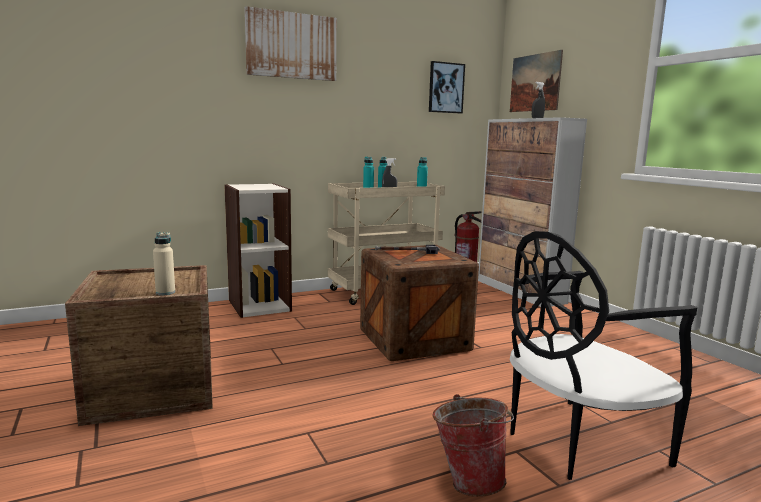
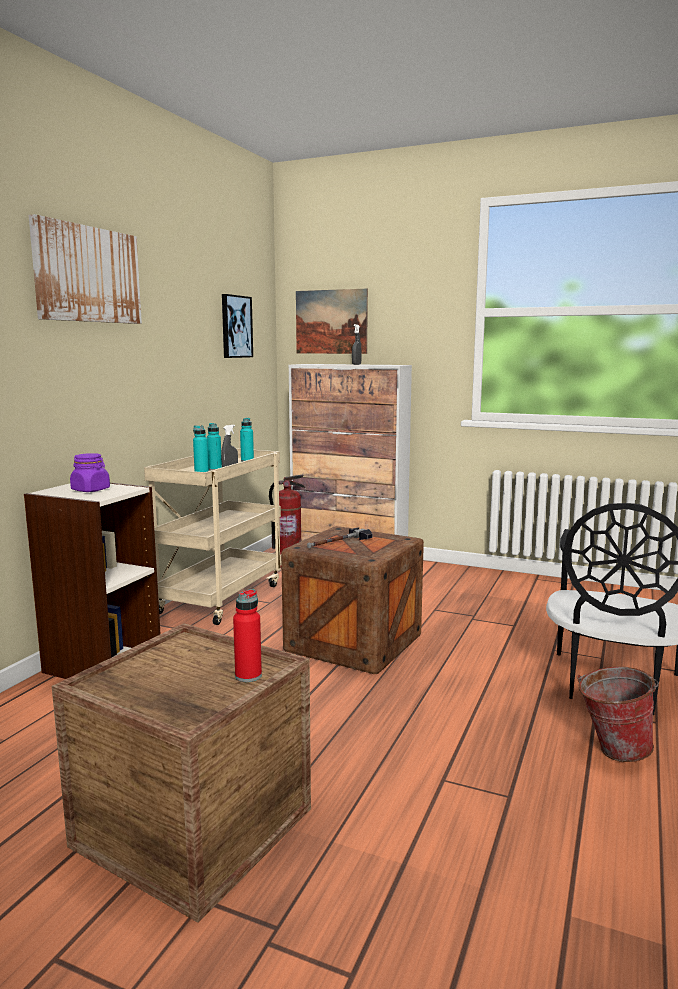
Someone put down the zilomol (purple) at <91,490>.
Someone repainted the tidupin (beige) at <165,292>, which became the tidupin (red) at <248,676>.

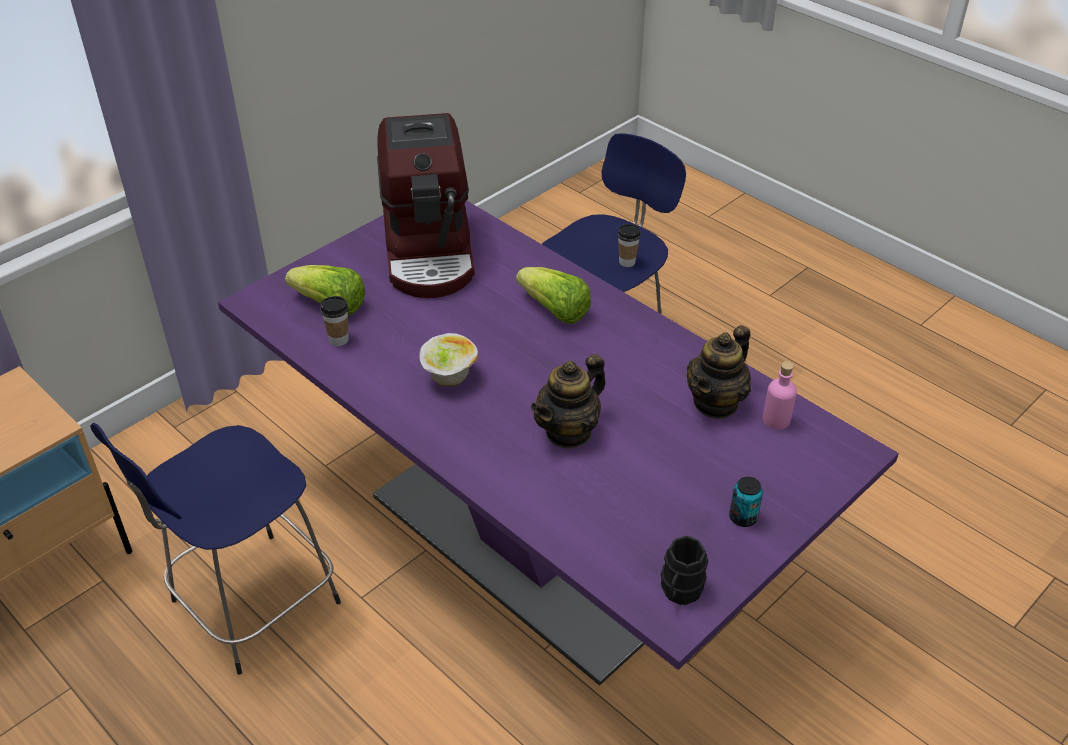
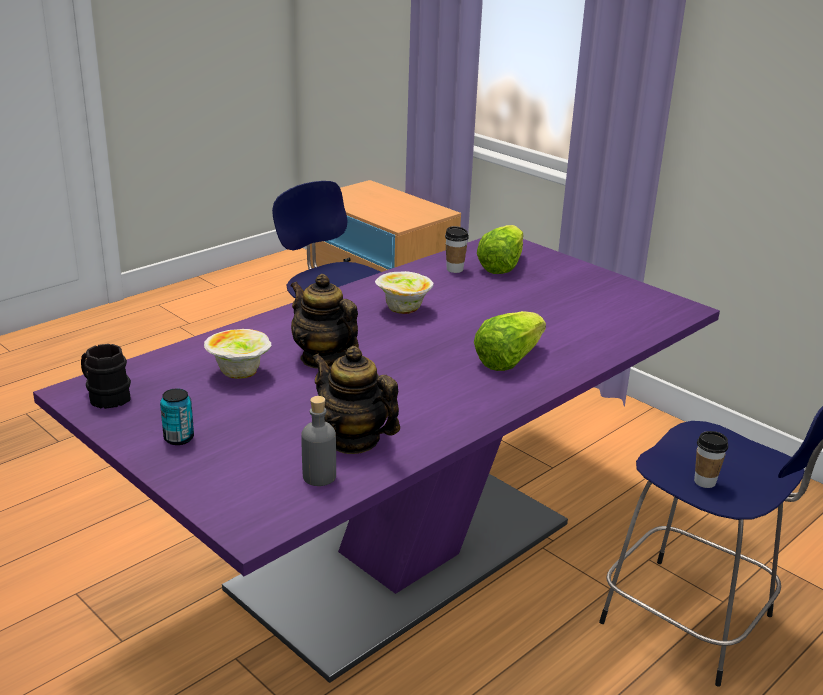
Someone took away the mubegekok at <430,253>.
Someone put down the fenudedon at <239,374>.
Someone repainted the tidupin (pink) at <776,420>, which became the tidupin (grey) at <319,476>.

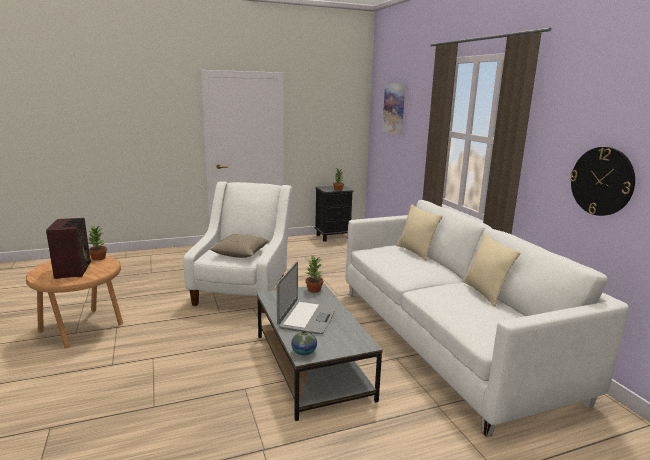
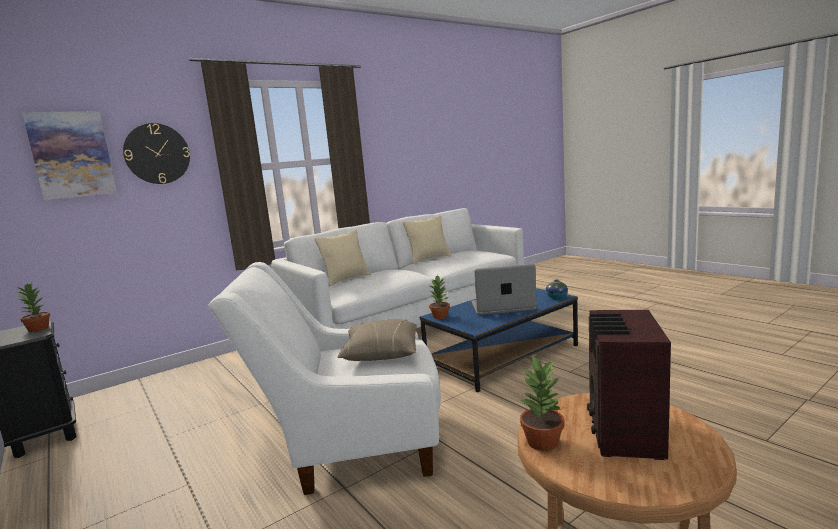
Someone carried the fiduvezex from <602,181> to <157,154>.
Someone repainted the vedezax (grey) at <312,366>, which became the vedezax (blue) at <503,355>.
Someone rotated the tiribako at <74,270> by 45 degrees counterclockwise.

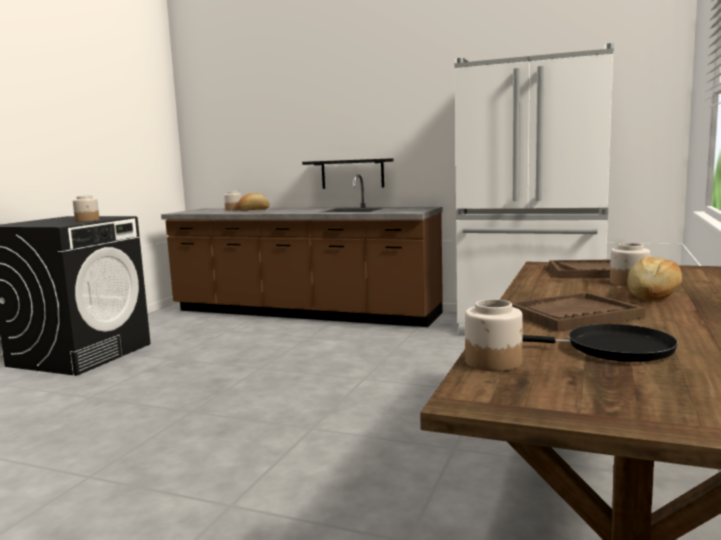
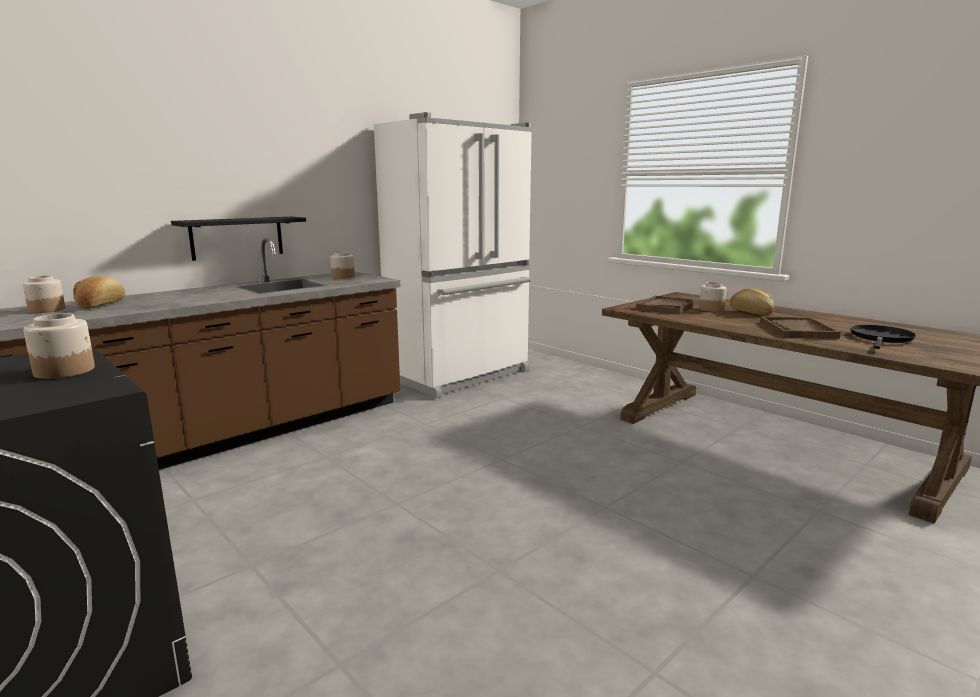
Someone carried the zilomol from <494,362> to <343,276>.

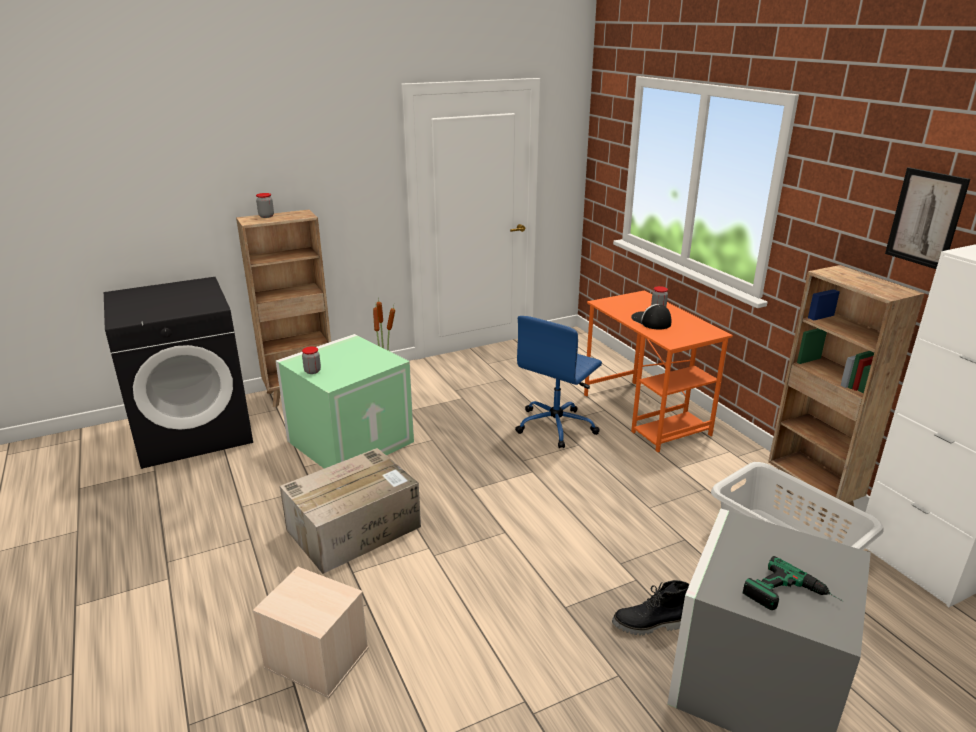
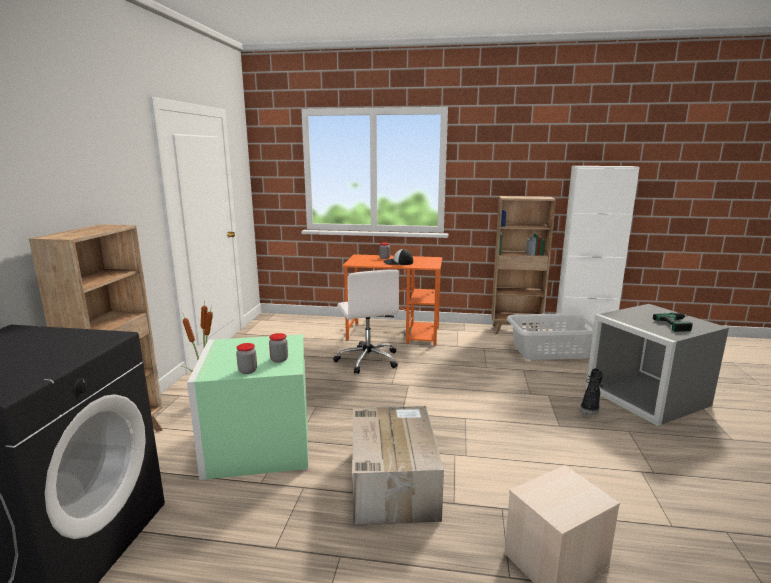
Someone took away the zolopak at <925,218>.
Someone carried the zilomol from <266,216> to <279,359>.
Someone repainted the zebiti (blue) at <556,426>, which became the zebiti (white) at <368,360>.

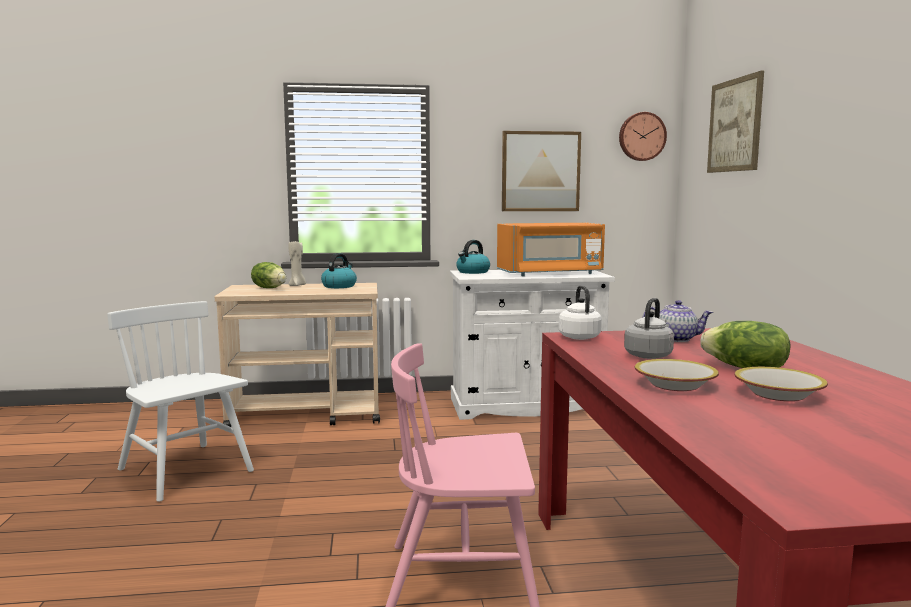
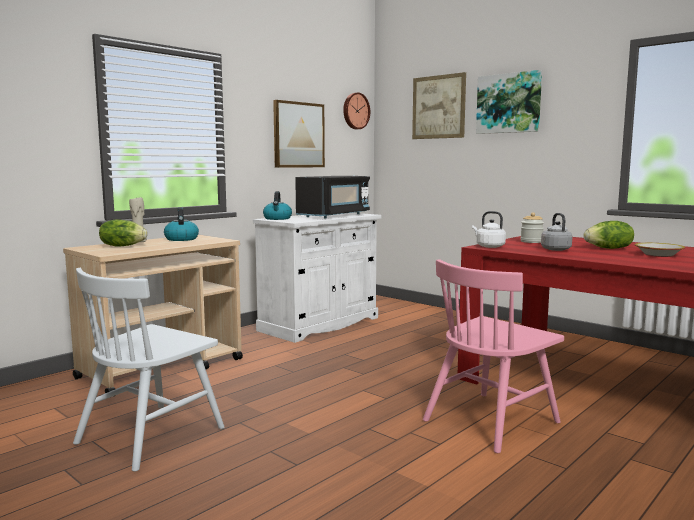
Someone took away the fenudedon at <675,385>.
Someone put up the zolopak at <509,103>.
Someone swapped the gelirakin at <676,339> for the zilomol at <531,241>.
Someone repainted the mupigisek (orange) at <550,273>, which became the mupigisek (black) at <334,215>.
Someone rotated the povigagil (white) at <185,471> by 60 degrees counterclockwise.

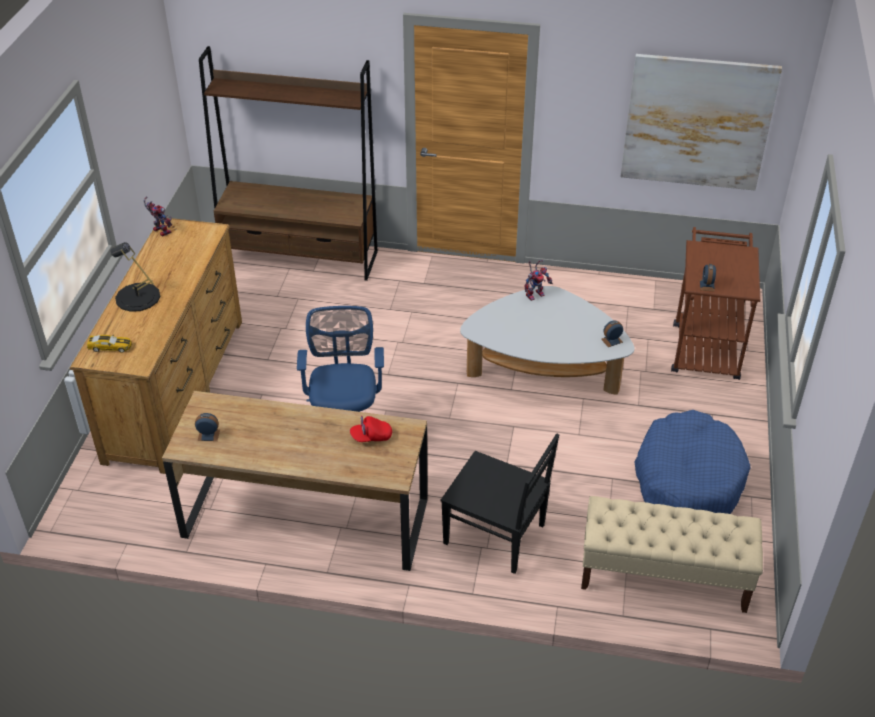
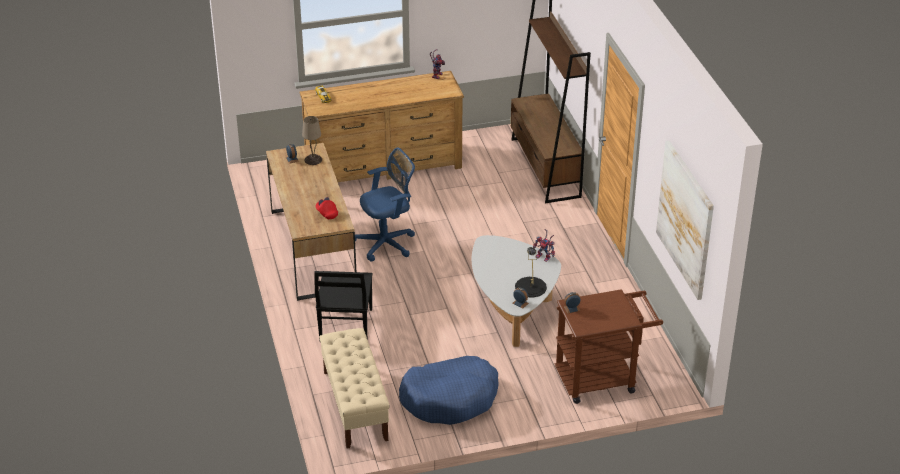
Someone put down the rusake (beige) at <313,160>.
Someone carried the rusake (black) from <137,297> to <530,287>.

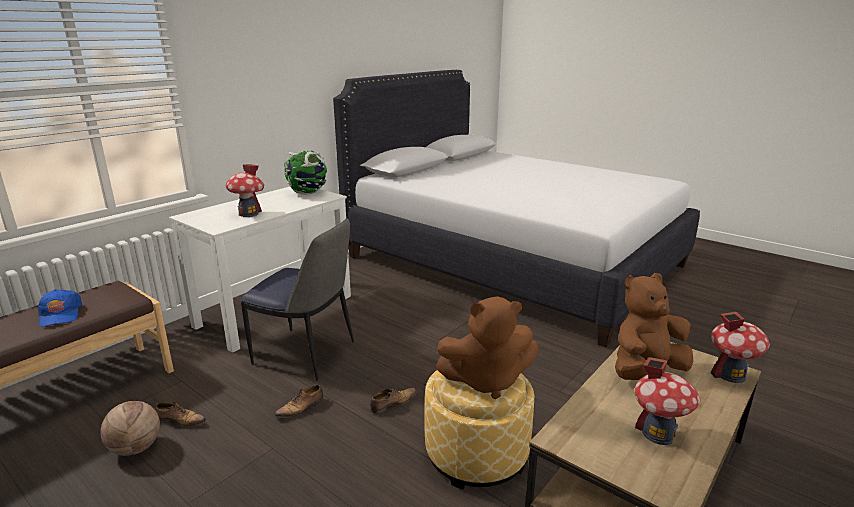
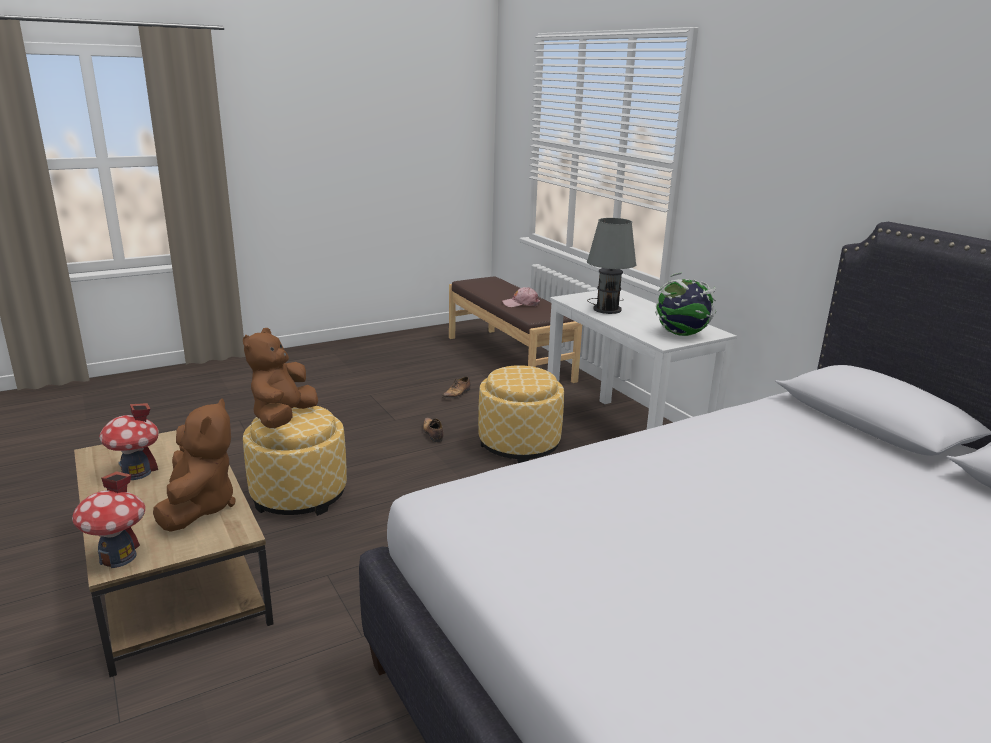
Someone took away the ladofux at <136,448>.
Someone took away the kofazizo at <392,403>.
Someone swapped the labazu at <248,214> for the rusake (grey) at <606,308>.
Someone swapped the povigagil at <307,354> for the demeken at <519,444>.
Someone repainted the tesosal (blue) at <60,314>, which became the tesosal (pink) at <521,303>.

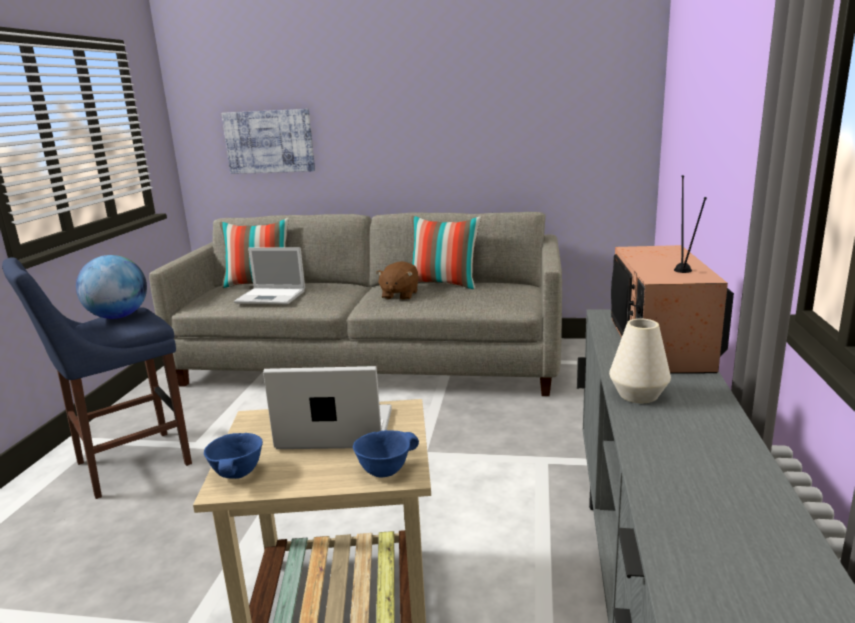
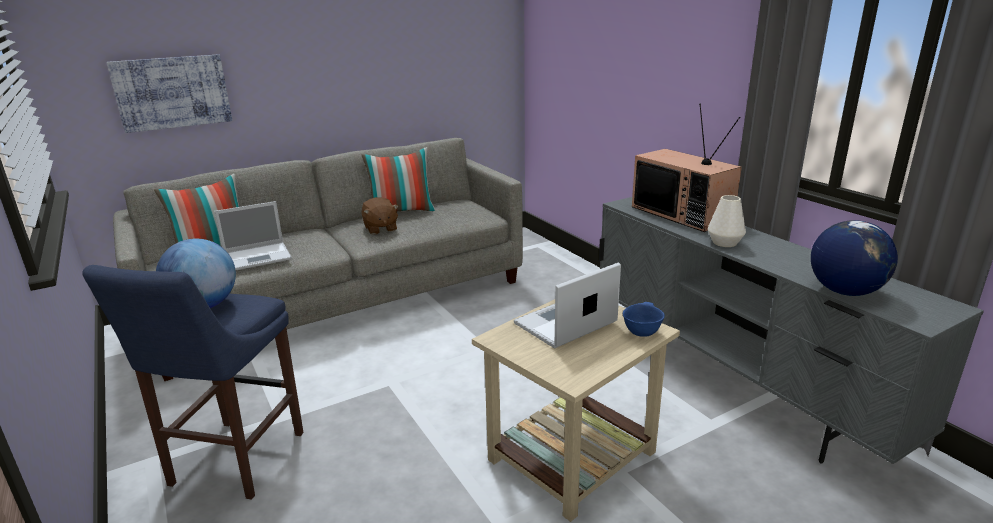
Someone took away the fenudedon (blue) at <238,474>.
Someone put down the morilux at <844,291>.

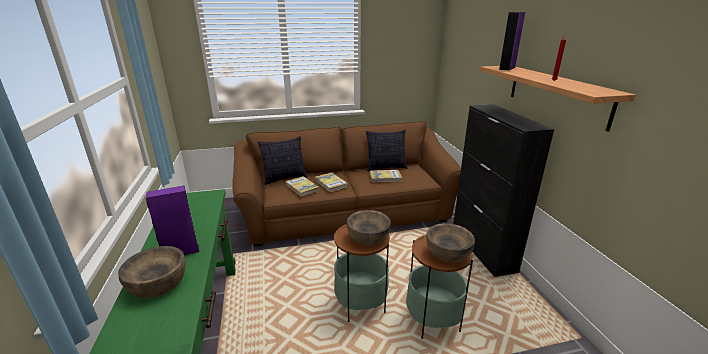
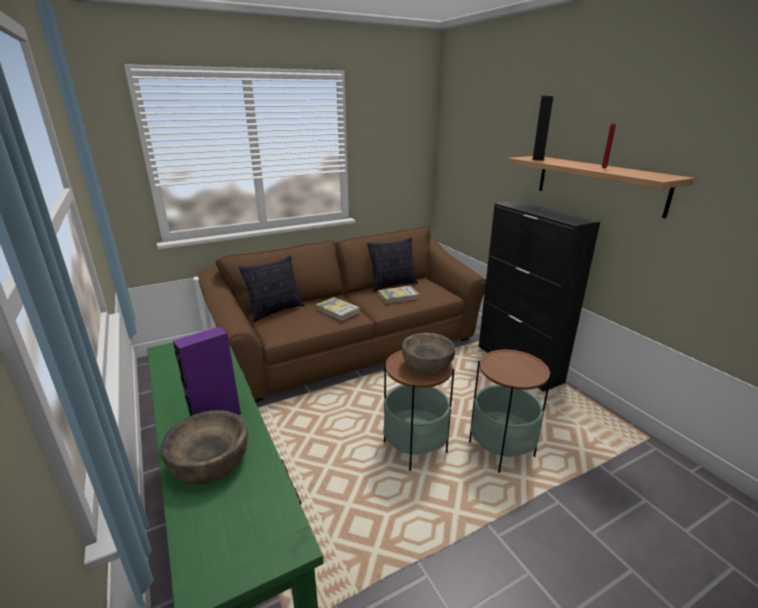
Someone took away the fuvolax at <302,187>.
Someone took away the fenudedon (brown) at <448,252>.

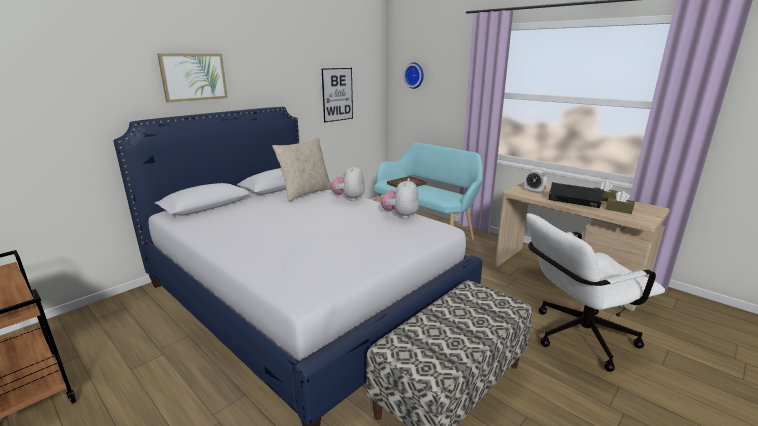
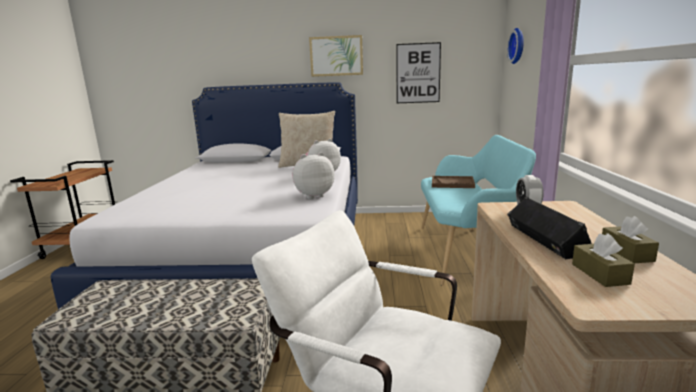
Someone carried the zolopak from <194,77> to <336,56>.

